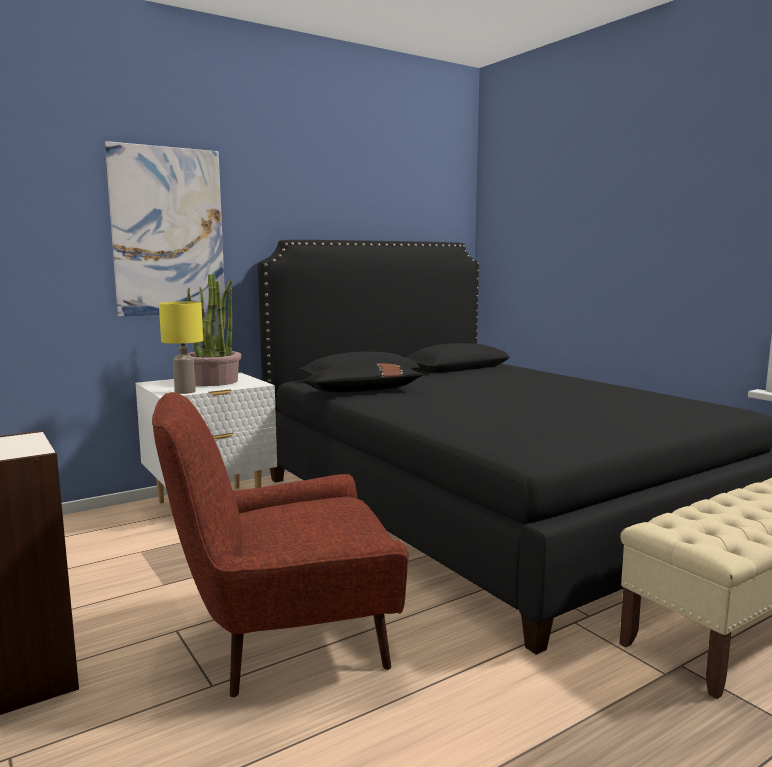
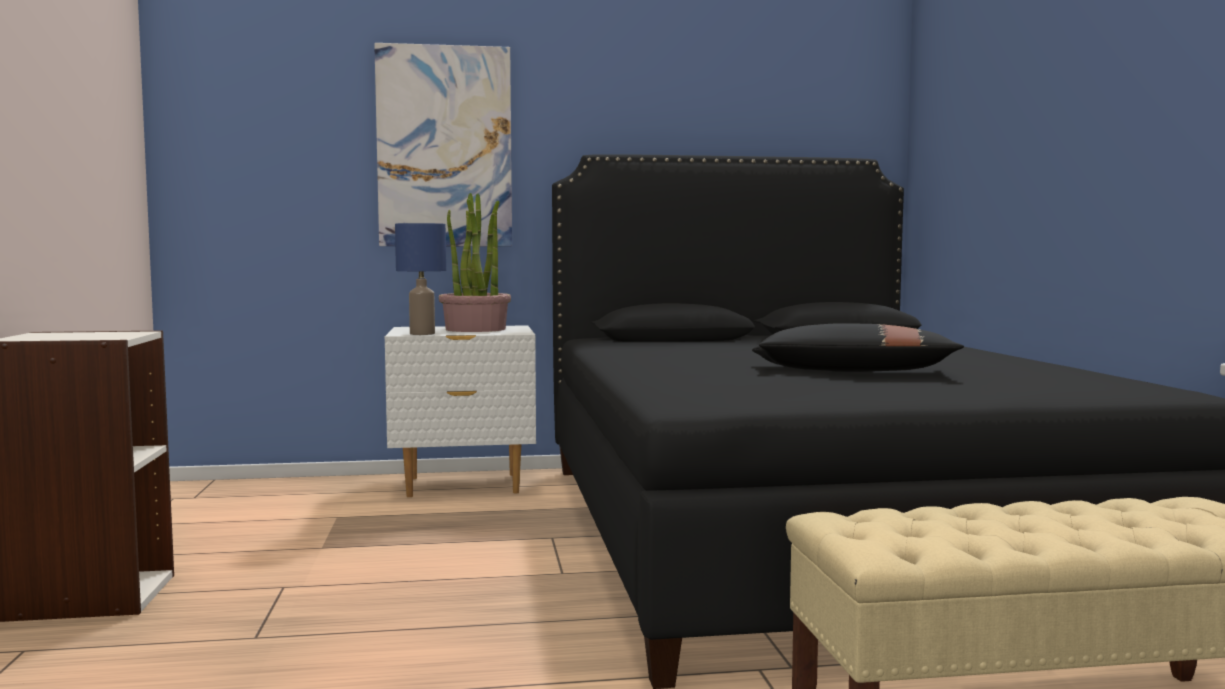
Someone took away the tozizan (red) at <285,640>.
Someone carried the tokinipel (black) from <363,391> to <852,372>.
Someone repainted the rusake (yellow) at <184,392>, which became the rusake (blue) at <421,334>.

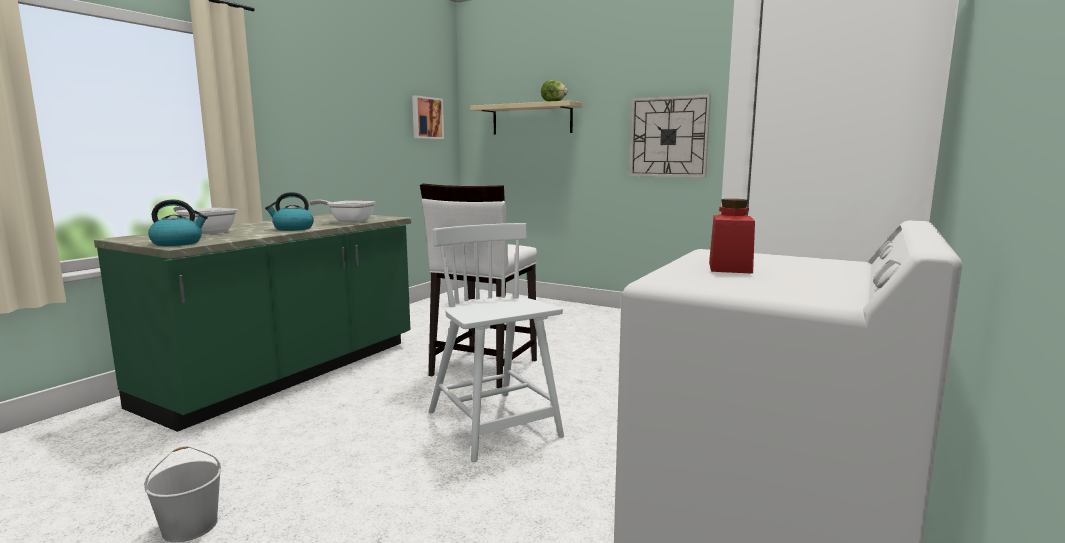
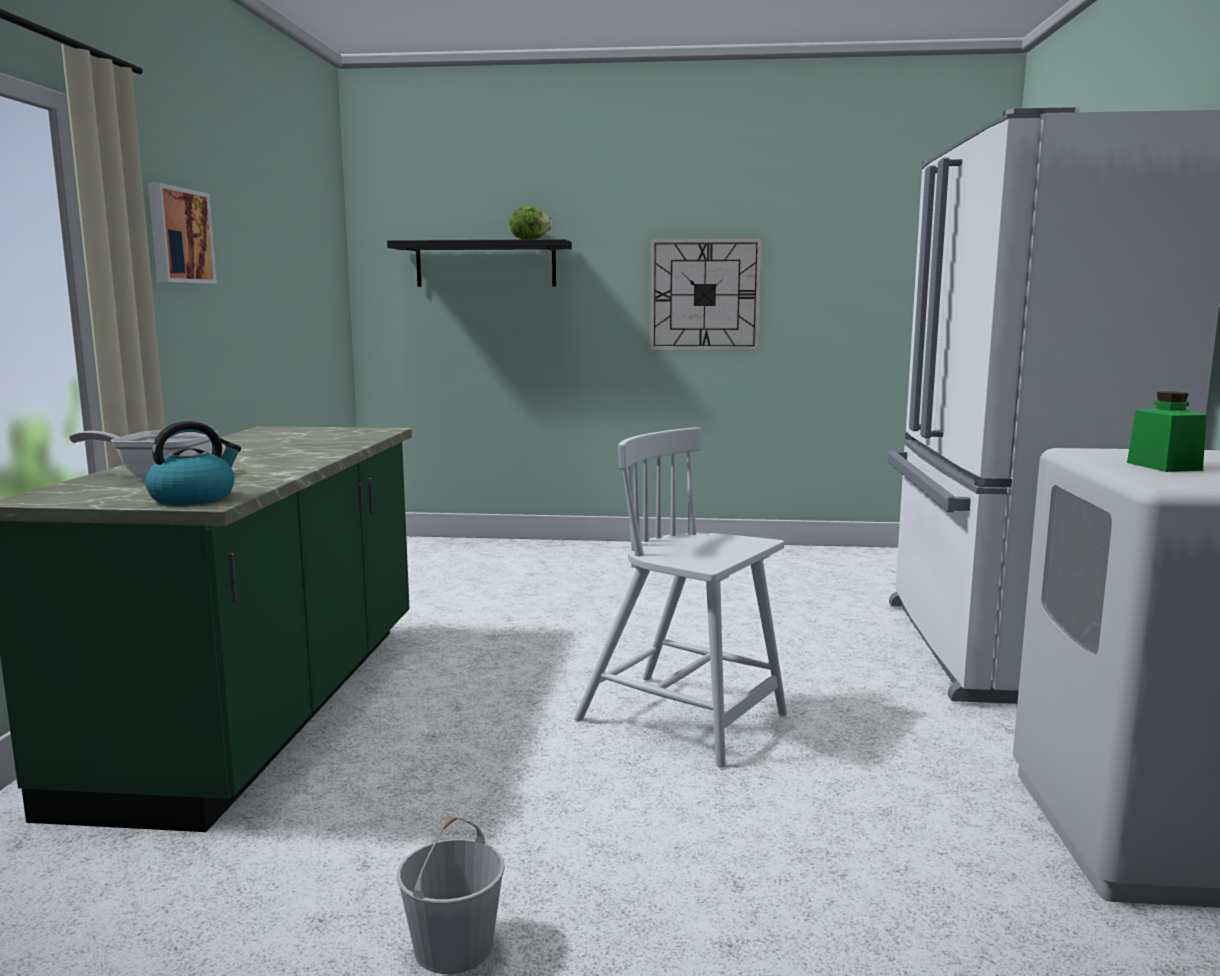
Someone took away the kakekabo at <292,229>.
Someone took away the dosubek at <348,221>.
Someone took away the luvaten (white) at <483,368>.
Someone carried the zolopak from <426,118> to <178,236>.
Someone repainted the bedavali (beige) at <531,119>, which became the bedavali (black) at <486,264>.
Someone repainted the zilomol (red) at <730,268>, which became the zilomol (green) at <1164,466>.

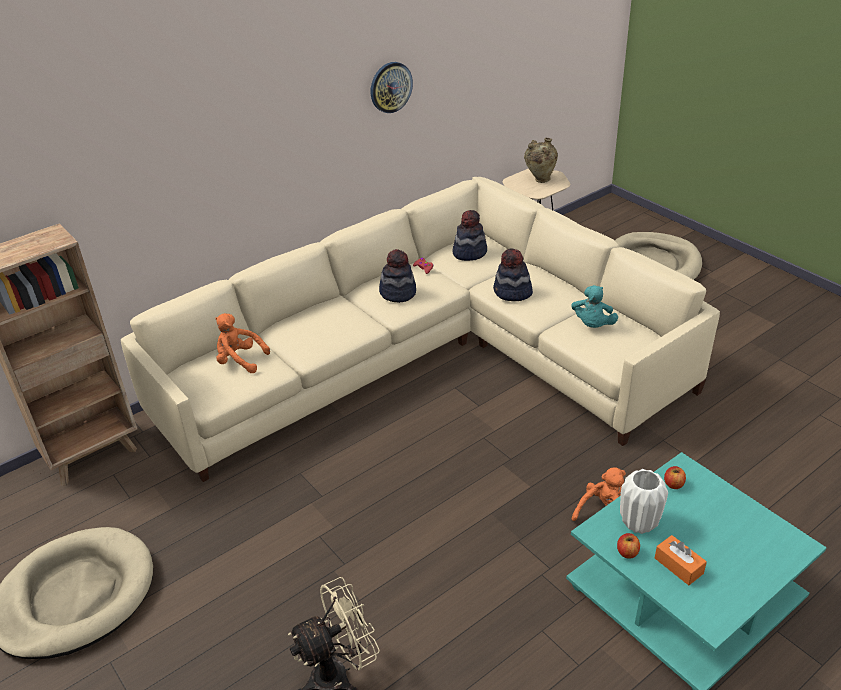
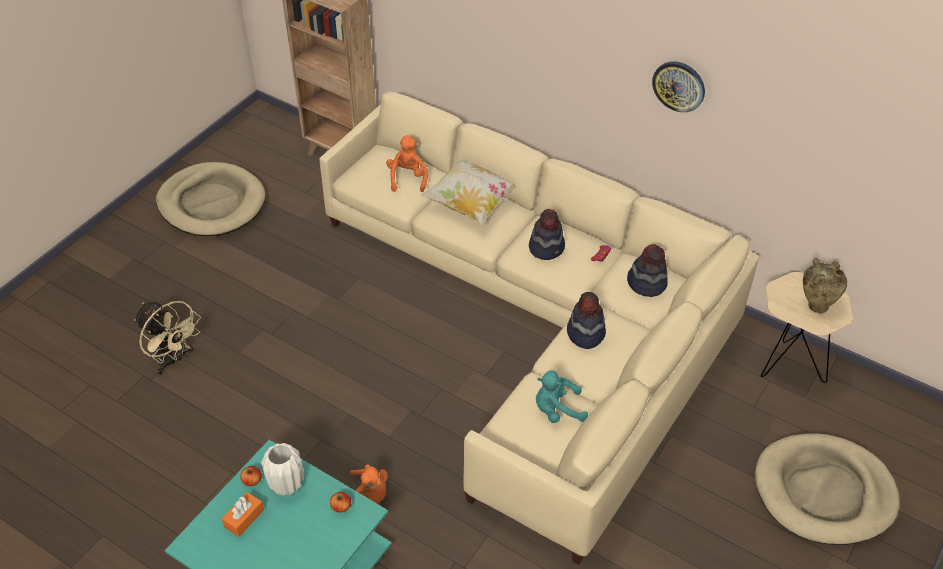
Someone put down the tokinipel at <471,203>.

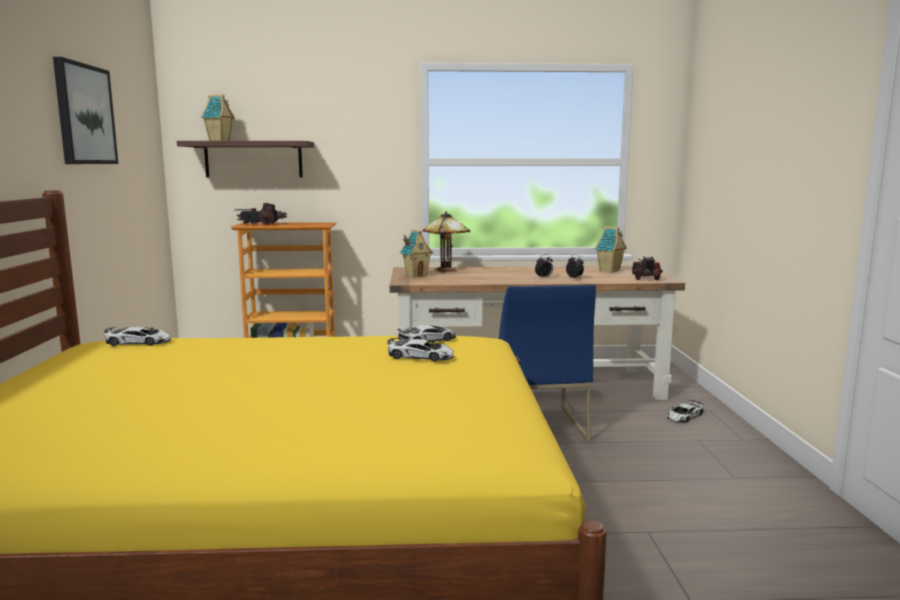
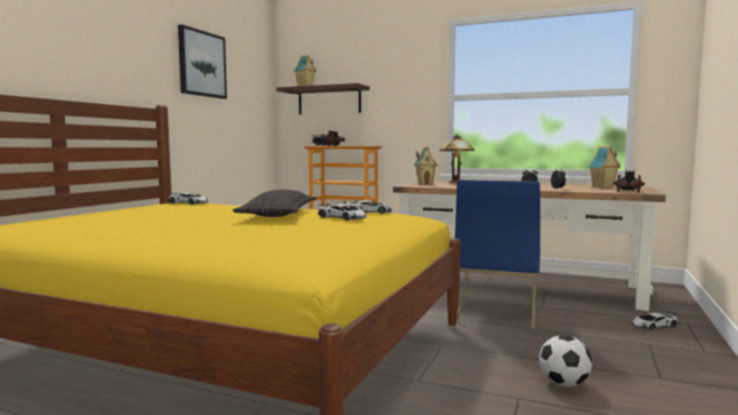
Someone put down the tokinipel at <279,214>.
Someone put down the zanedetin at <564,384>.

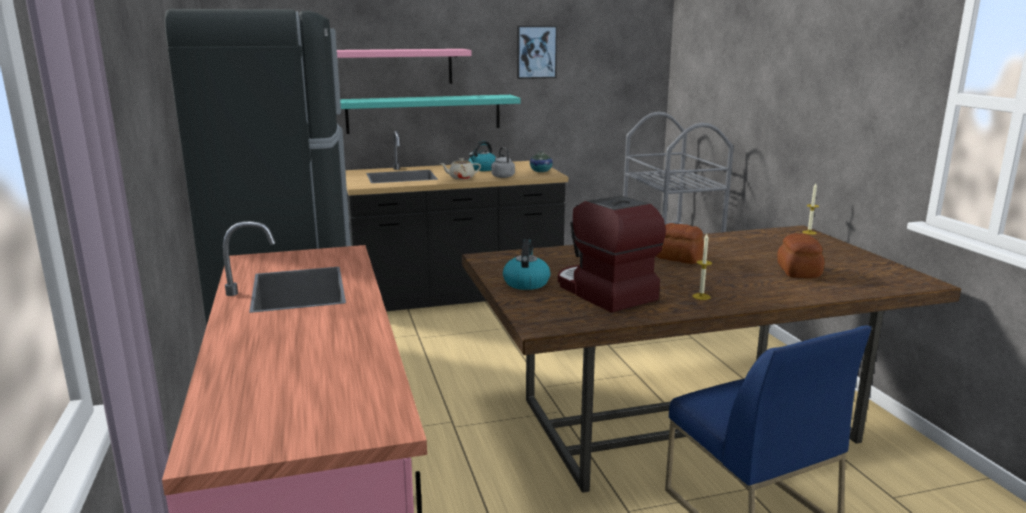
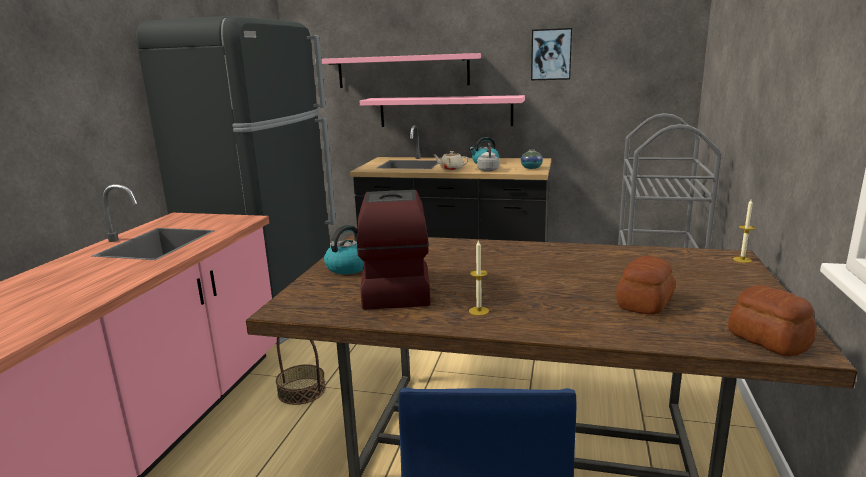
Someone put down the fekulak at <302,391>.
Someone carried the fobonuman from <679,258> to <768,340>.
Someone repainted the bedavali (turquoise) at <424,113>, which became the bedavali (pink) at <445,111>.

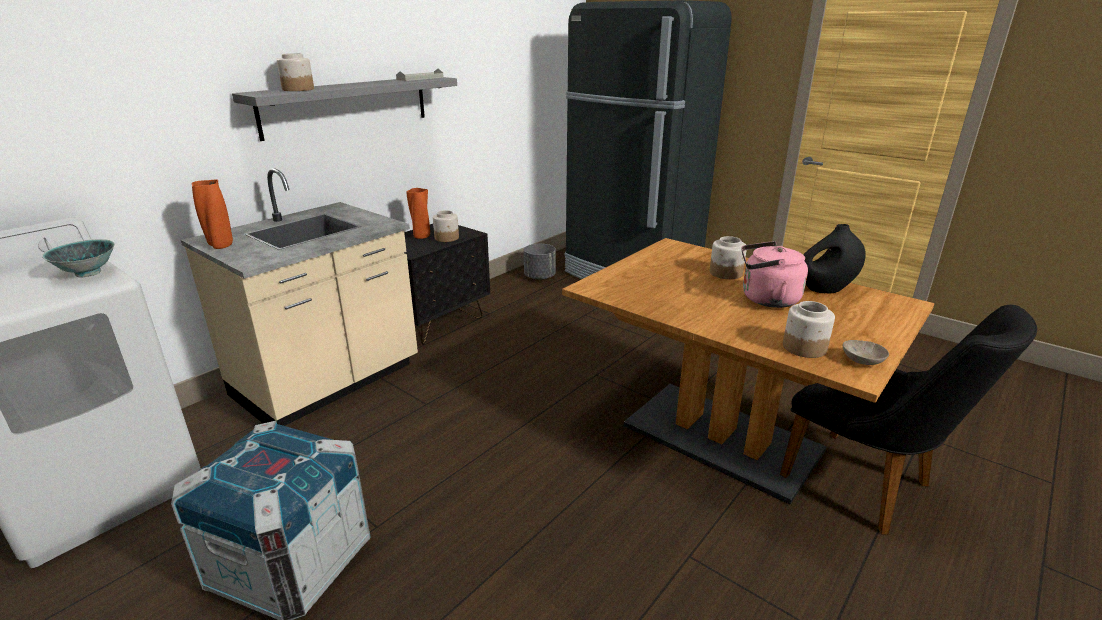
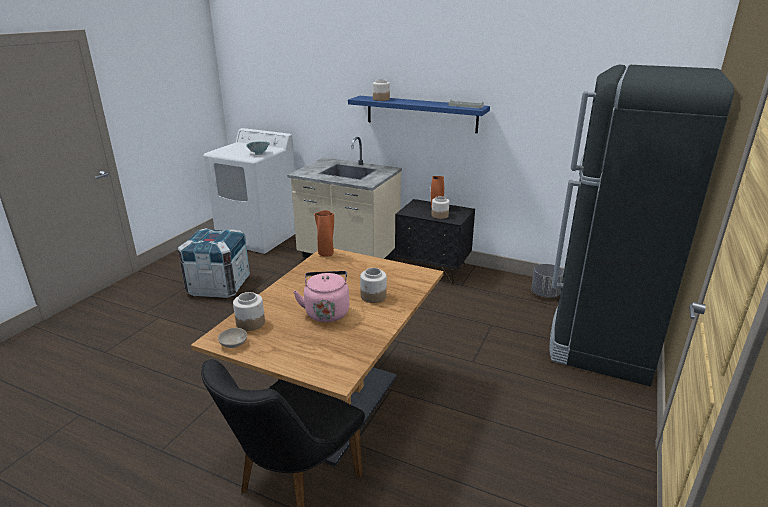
Someone took away the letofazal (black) at <824,290>.
Someone carried the letofazal (orange) from <221,246> to <326,254>.
Someone repainted the bedavali (grey) at <347,106>, which became the bedavali (blue) at <421,114>.

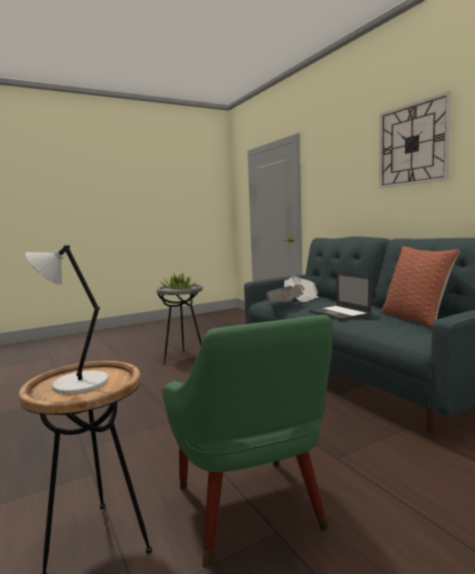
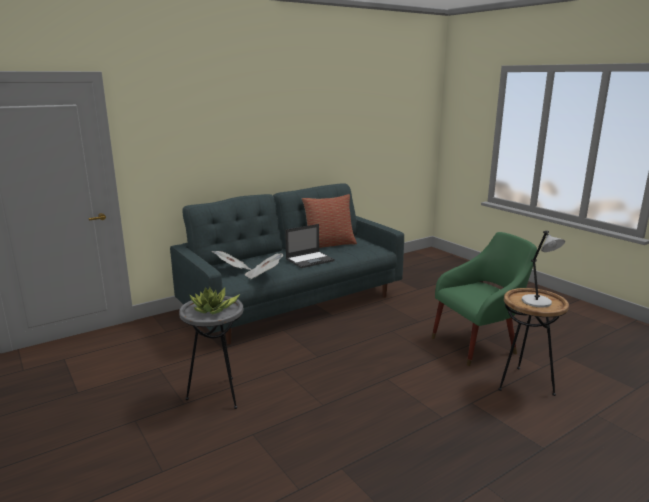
Someone took away the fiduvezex at <412,144>.

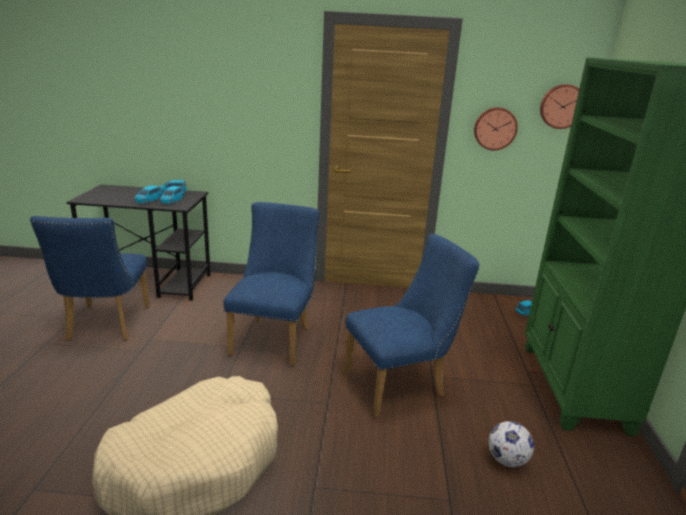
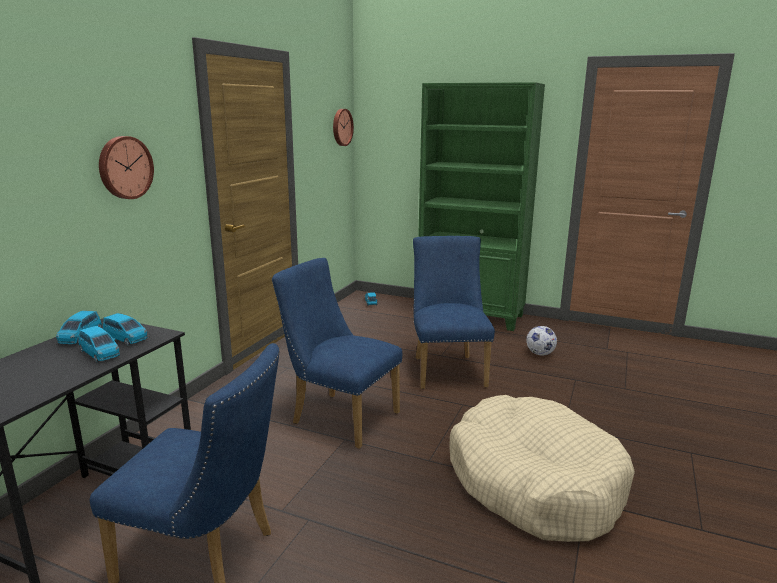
Someone carried the fiduvezex from <495,128> to <124,167>.

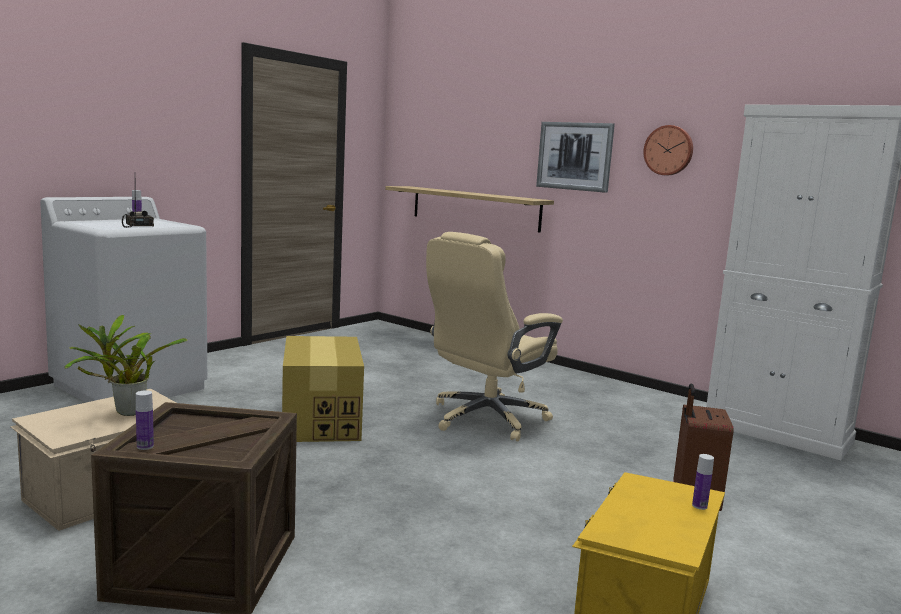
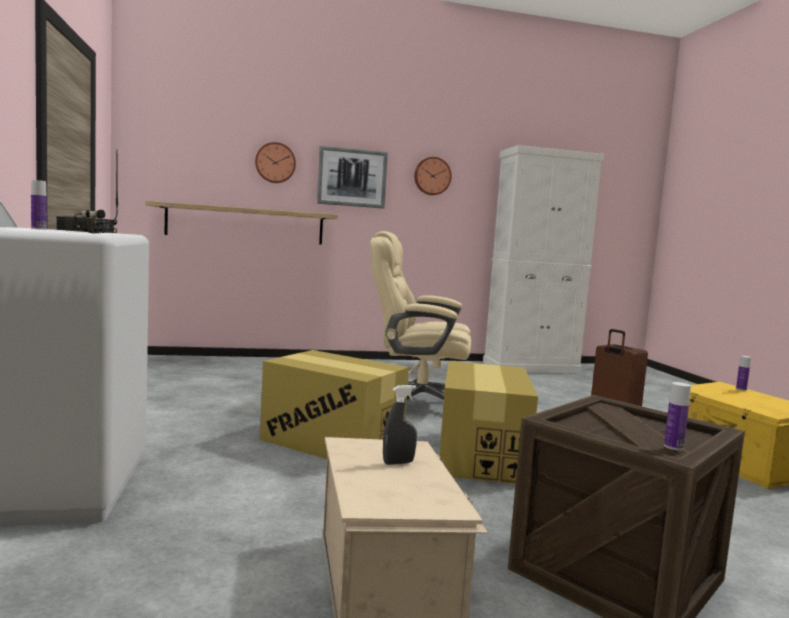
Someone put up the fiduvezex at <275,163>.
Someone put down the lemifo at <481,456>.
Someone swapped the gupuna at <125,413> for the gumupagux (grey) at <398,463>.
Someone rotated the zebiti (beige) at <485,419> by 105 degrees clockwise.

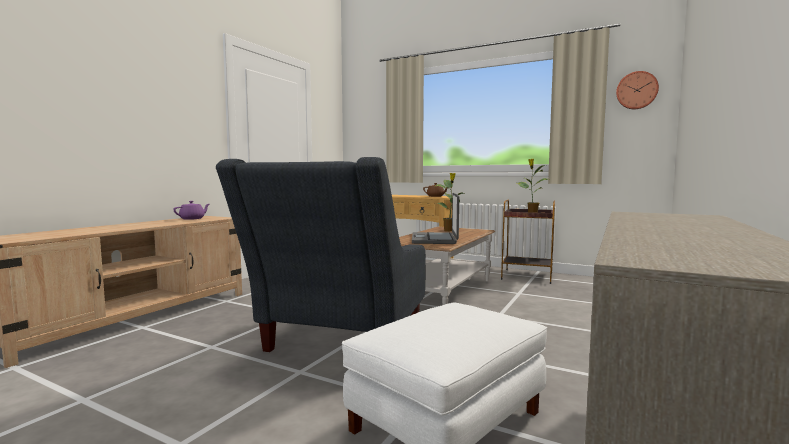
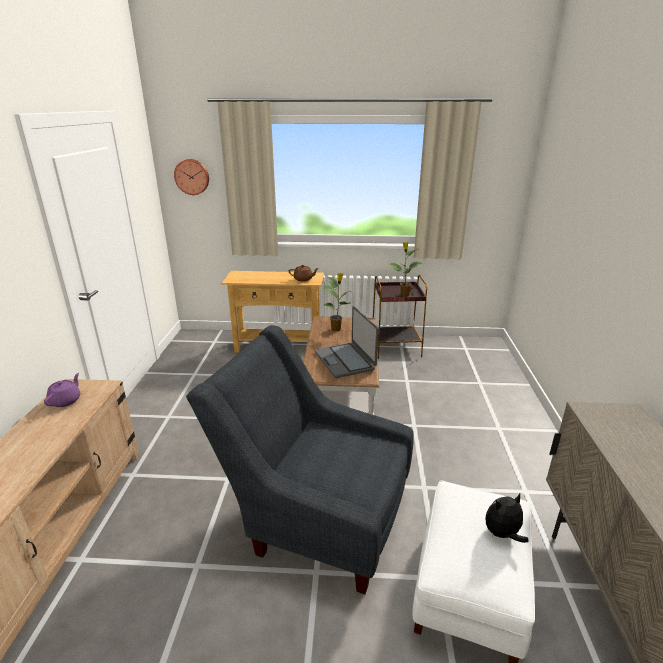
Someone put down the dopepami at <502,534>.
Someone carried the fiduvezex from <636,90> to <192,176>.
Someone rotated the tozizan (grey) at <338,344> by 120 degrees clockwise.

